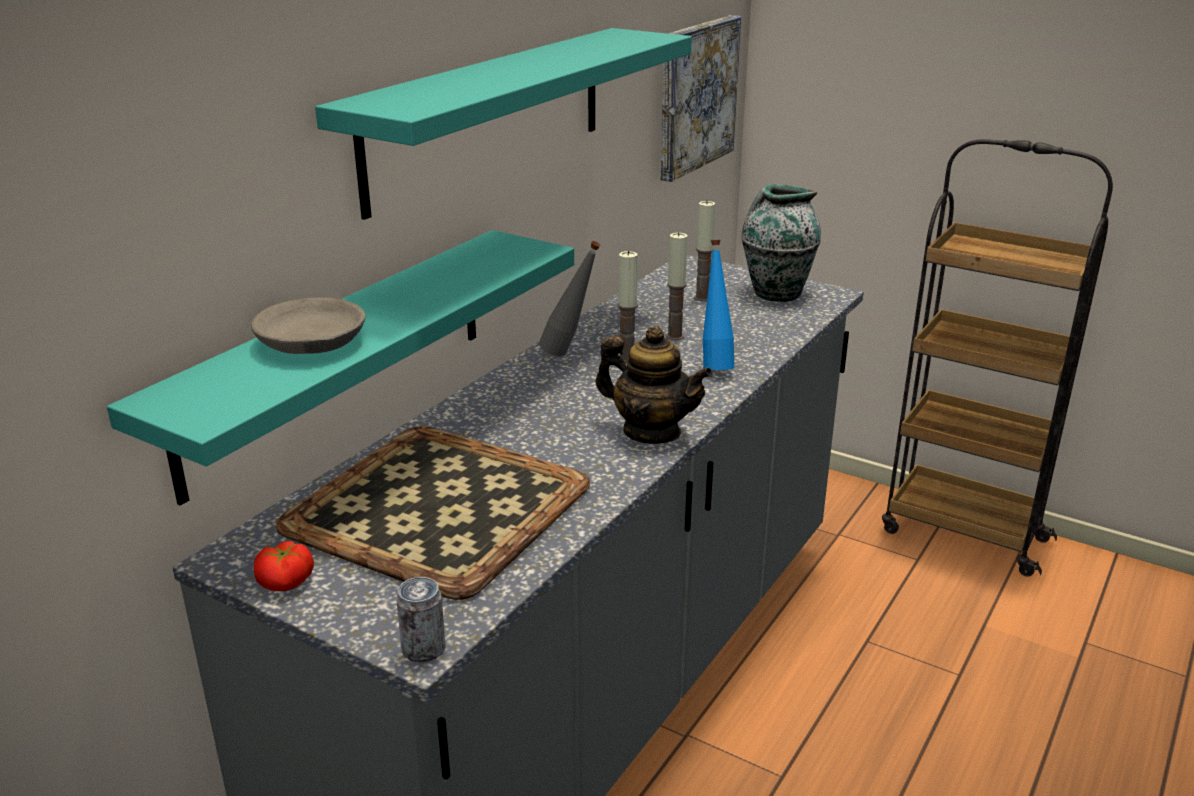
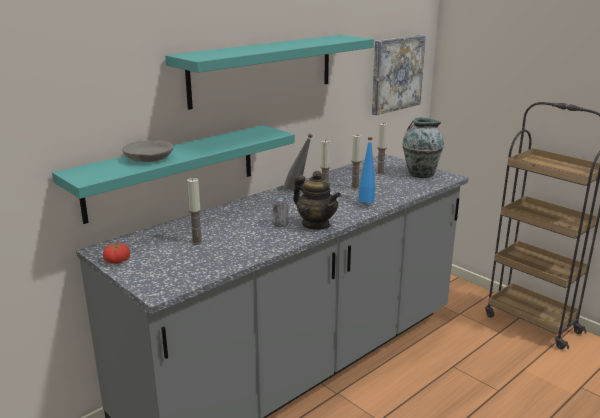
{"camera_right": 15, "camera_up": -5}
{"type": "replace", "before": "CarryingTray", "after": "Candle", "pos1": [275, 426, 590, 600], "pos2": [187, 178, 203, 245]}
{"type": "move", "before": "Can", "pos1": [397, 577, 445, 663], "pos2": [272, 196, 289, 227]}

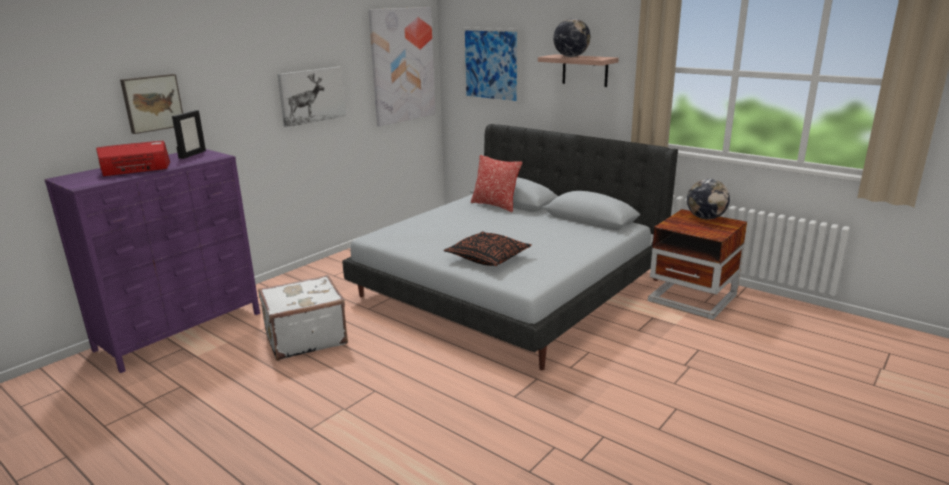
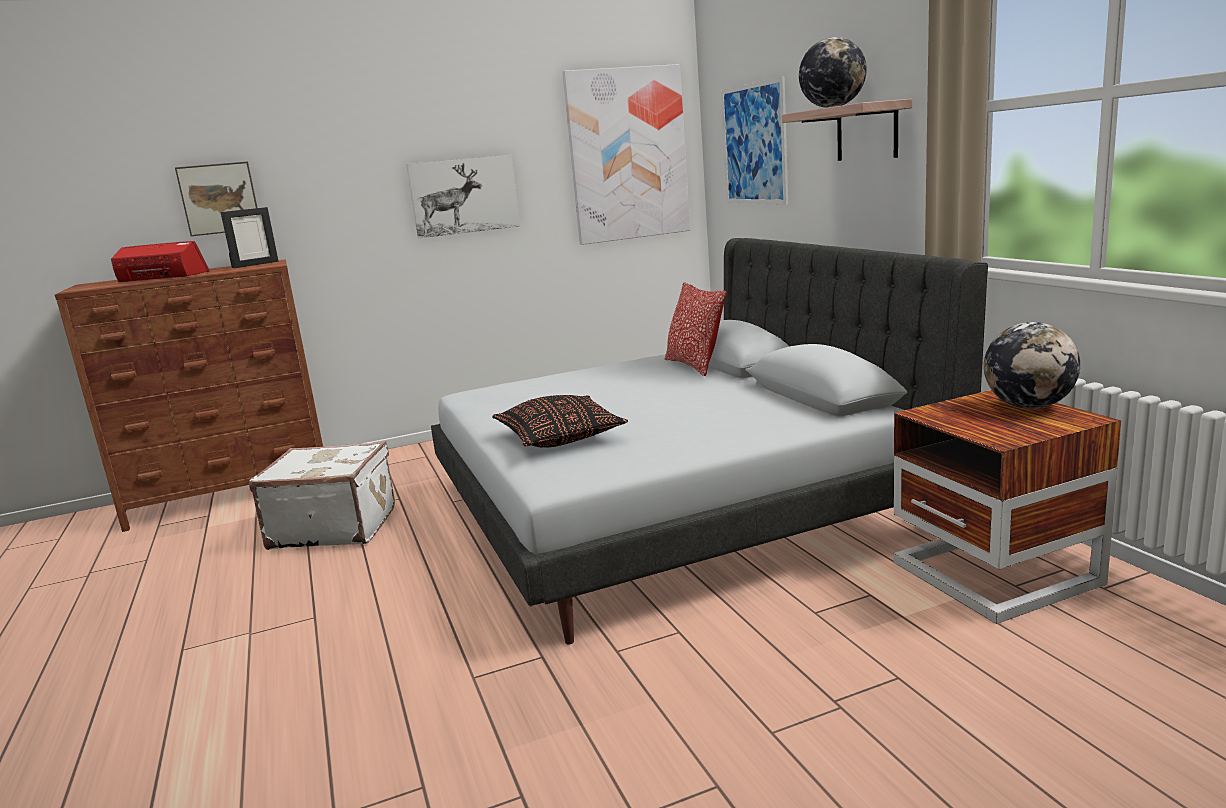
{"camera_right": 30, "camera_up": -5}
{"type": "recolor", "before": "PurpleDrawerChest", "after": "BrownishDrawerChest", "pos1": [44, 149, 260, 373], "pos2": [55, 259, 323, 532]}

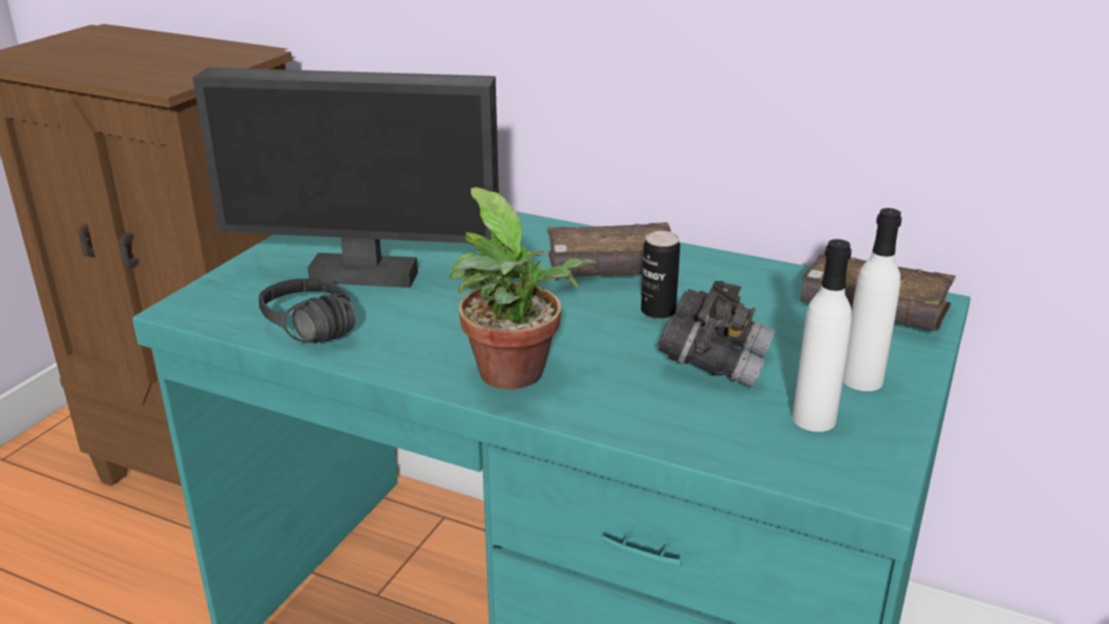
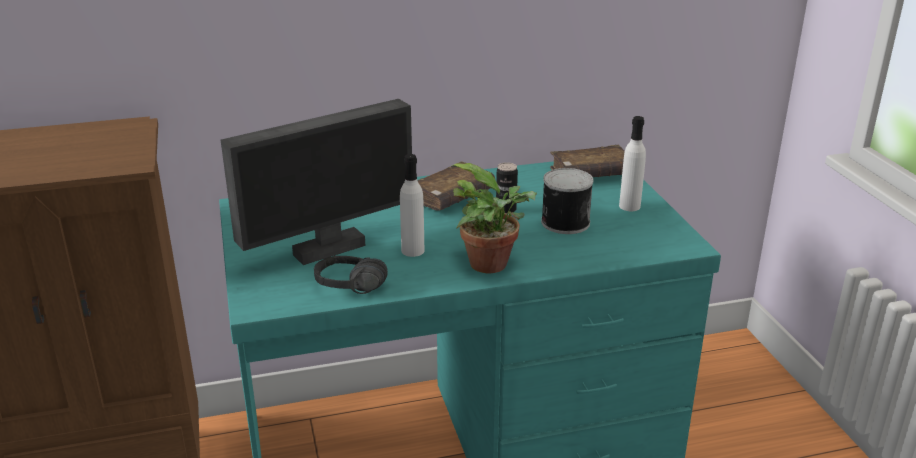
{"camera_right": -40, "camera_up": 0}
{"type": "move", "before": "WhitishBottle", "pos1": [792, 239, 852, 432], "pos2": [400, 154, 424, 257]}
{"type": "replace", "before": "GreyishFieldGlasses", "after": "Can", "pos1": [658, 281, 776, 388], "pos2": [541, 168, 593, 234]}

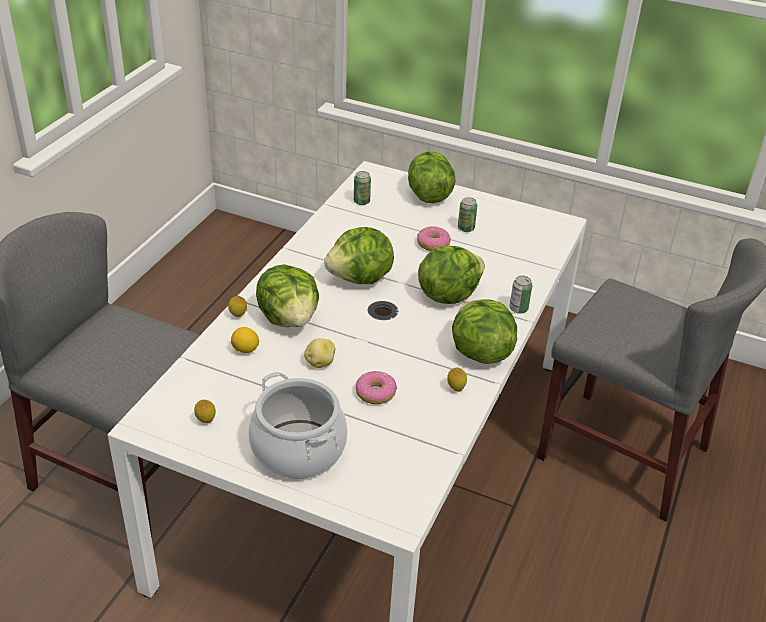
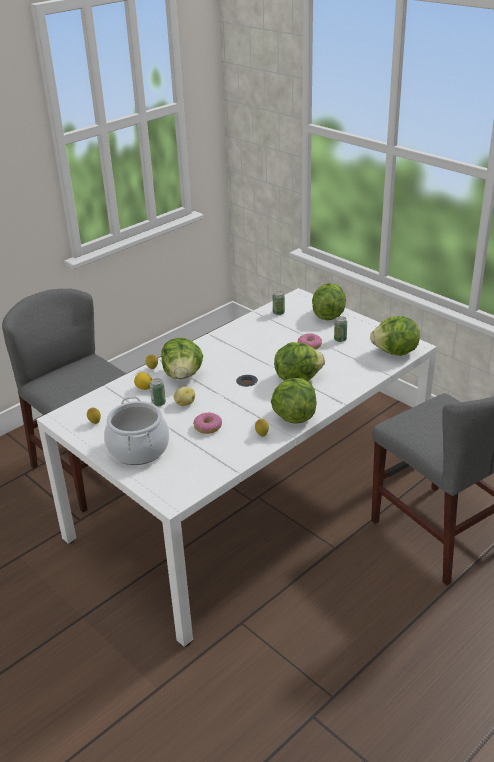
{"camera_right": 25, "camera_up": -5}
{"type": "move", "before": "Can", "pos1": [509, 276, 532, 314], "pos2": [150, 378, 166, 407]}
{"type": "move", "before": "HeadOfLettuce", "pos1": [324, 227, 394, 284], "pos2": [370, 316, 420, 356]}

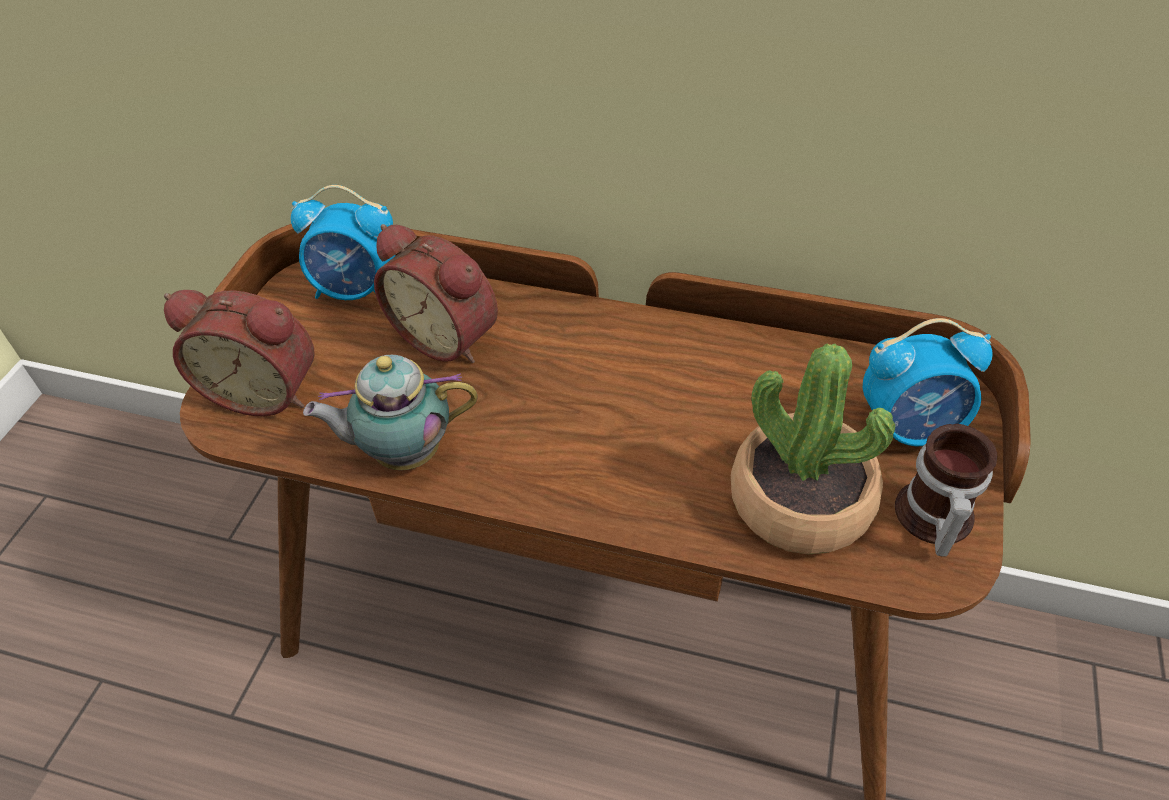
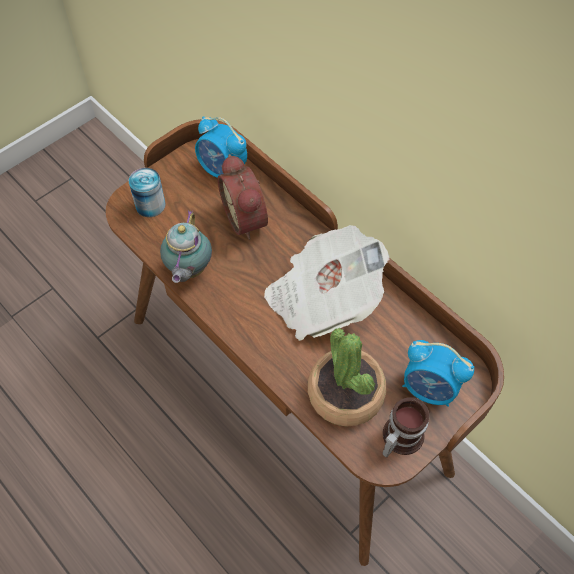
{"camera_right": 30, "camera_up": 10}
{"type": "replace", "before": "BedsideClock", "after": "Can", "pos1": [164, 290, 315, 416], "pos2": [129, 168, 166, 217]}
{"type": "rotate", "before": "Teapot", "pos1": [303, 355, 478, 470], "pos2": [160, 210, 212, 283], "turn": -105}
{"type": "insert", "after": "DailyPaper", "pos2": [264, 225, 390, 341]}

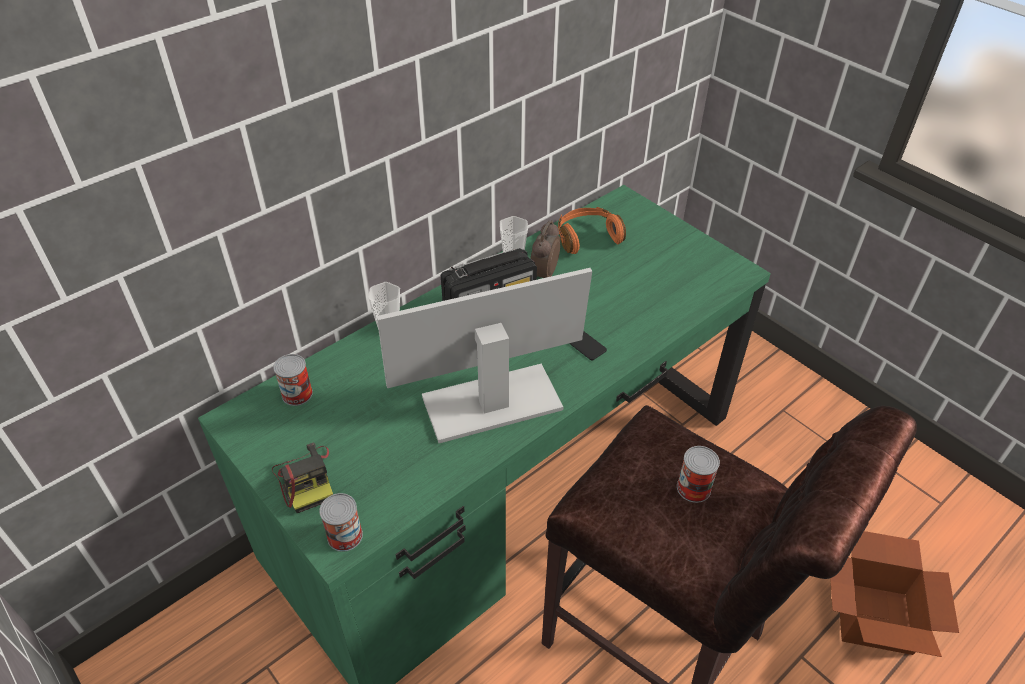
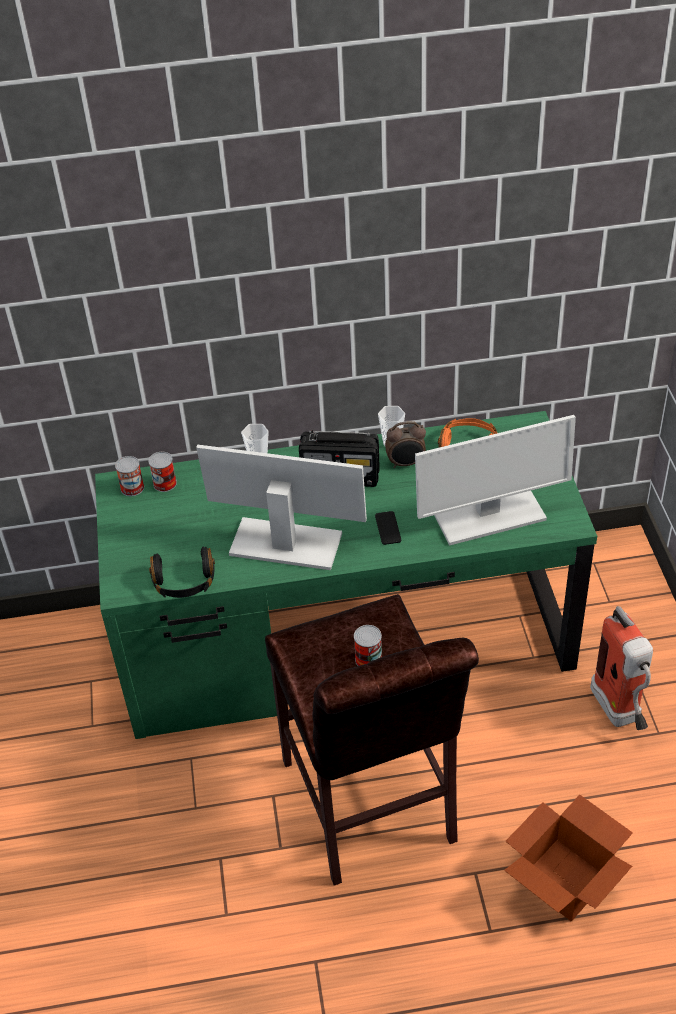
{"camera_right": 35, "camera_up": 0}
{"type": "move", "before": "Can", "pos1": [319, 493, 363, 552], "pos2": [115, 456, 144, 496]}
{"type": "insert", "after": "BlackPairOfHeadphones", "pos2": [149, 547, 215, 598]}
{"type": "rotate", "before": "BedsideClock", "pos1": [530, 220, 560, 278], "pos2": [385, 421, 426, 468], "turn": -150}
{"type": "insert", "after": "ComputerDisplay", "pos2": [415, 415, 576, 546]}
{"type": "insert", "after": "FireExtinguisher", "pos2": [590, 606, 653, 730]}
{"type": "delete", "before": "PhotoCamera", "pos1": [272, 442, 333, 513]}

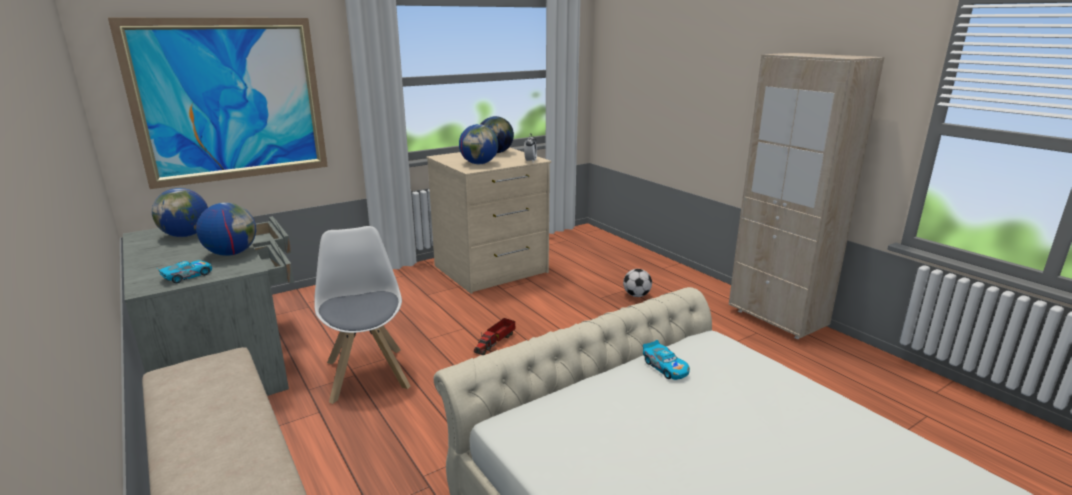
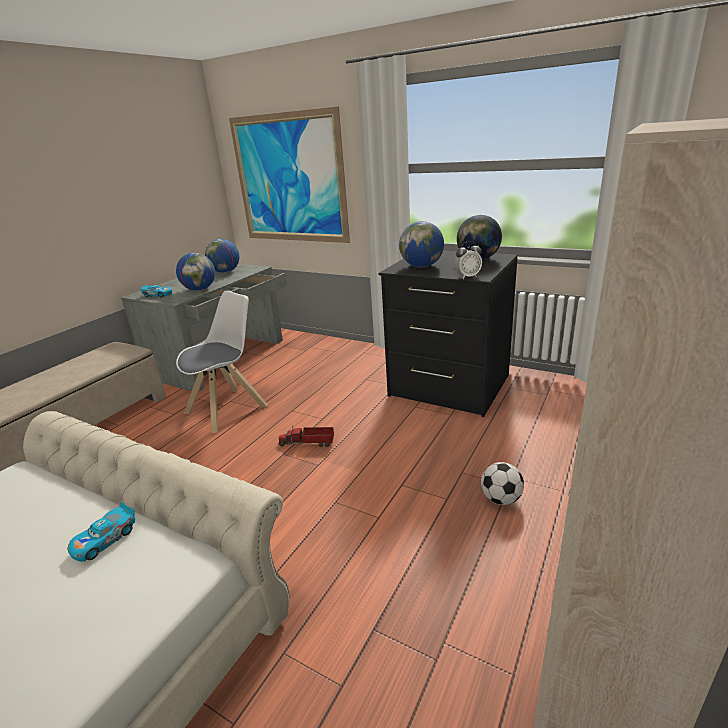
{"camera_right": 65, "camera_up": 5}
{"type": "recolor", "before": "SandColouredDrawerChest", "after": "BlackDrawerChest", "pos1": [426, 147, 551, 294], "pos2": [378, 251, 518, 417]}

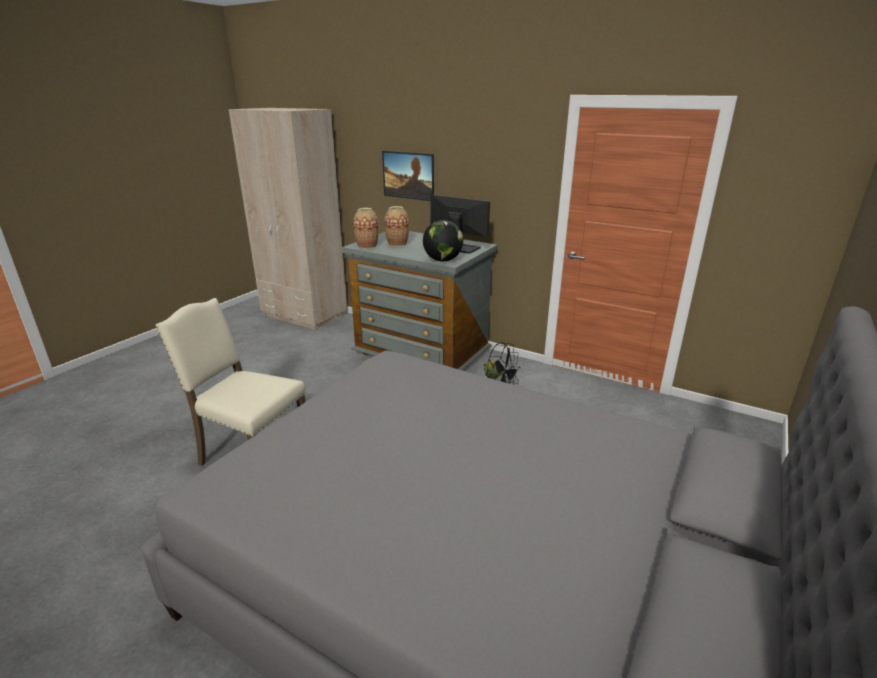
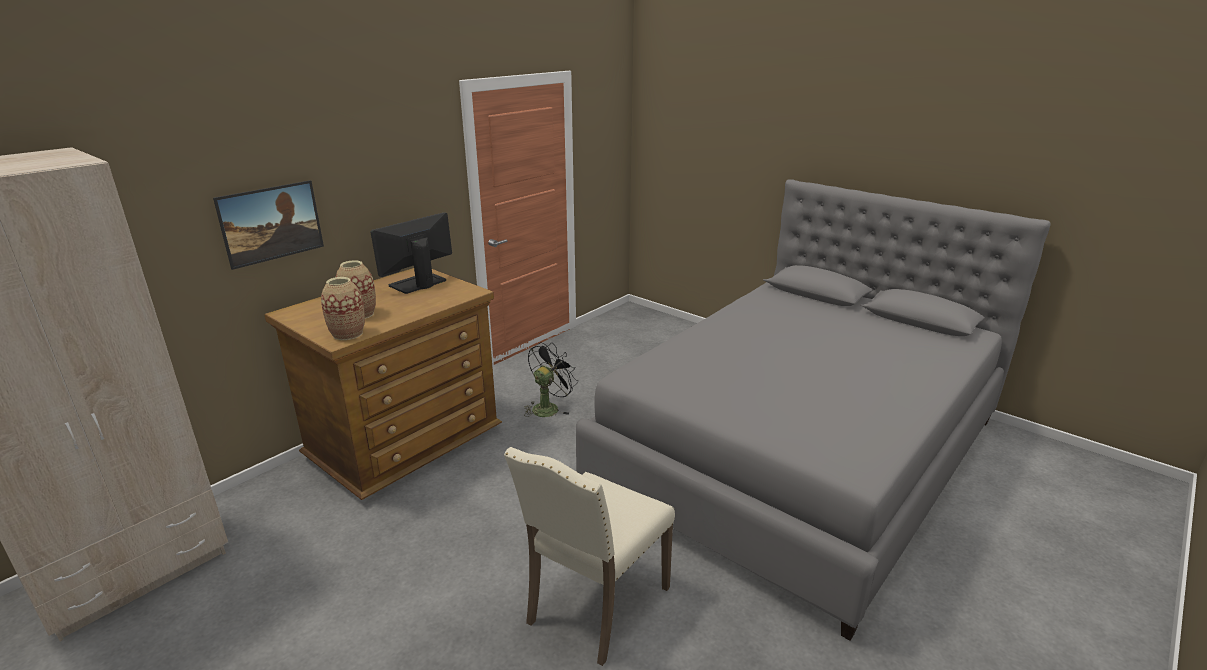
{"camera_right": -80, "camera_up": 0}
{"type": "recolor", "before": "GreyishDrawerChest", "after": "BrownishDrawerChest", "pos1": [342, 231, 498, 371], "pos2": [264, 268, 502, 500]}
{"type": "delete", "before": "DeskGlobe", "pos1": [423, 220, 463, 261]}

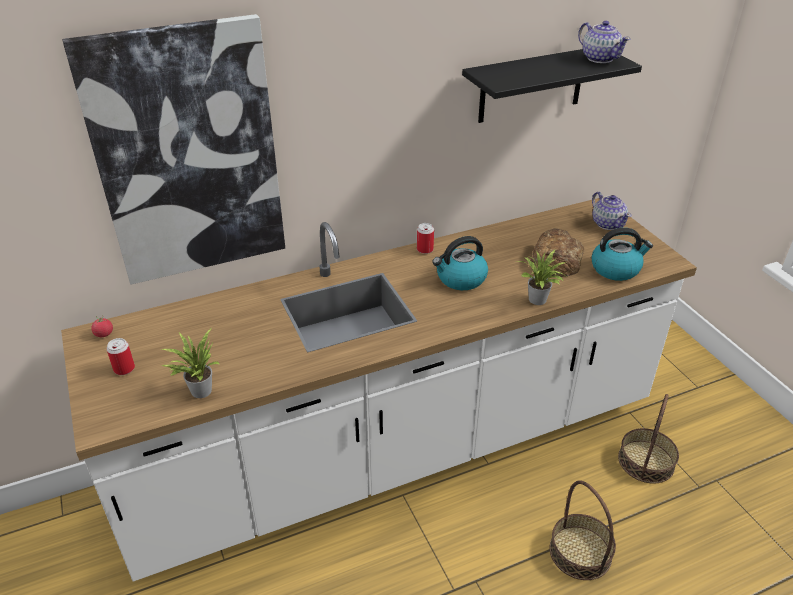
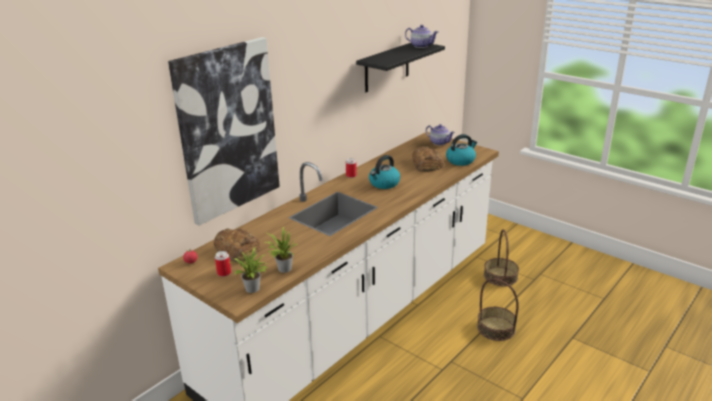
{"camera_right": -25, "camera_up": -10}
{"type": "insert", "after": "Bread", "pos2": [214, 228, 260, 262]}
{"type": "move", "before": "PottedPlant", "pos1": [516, 250, 566, 305], "pos2": [229, 248, 268, 293]}

